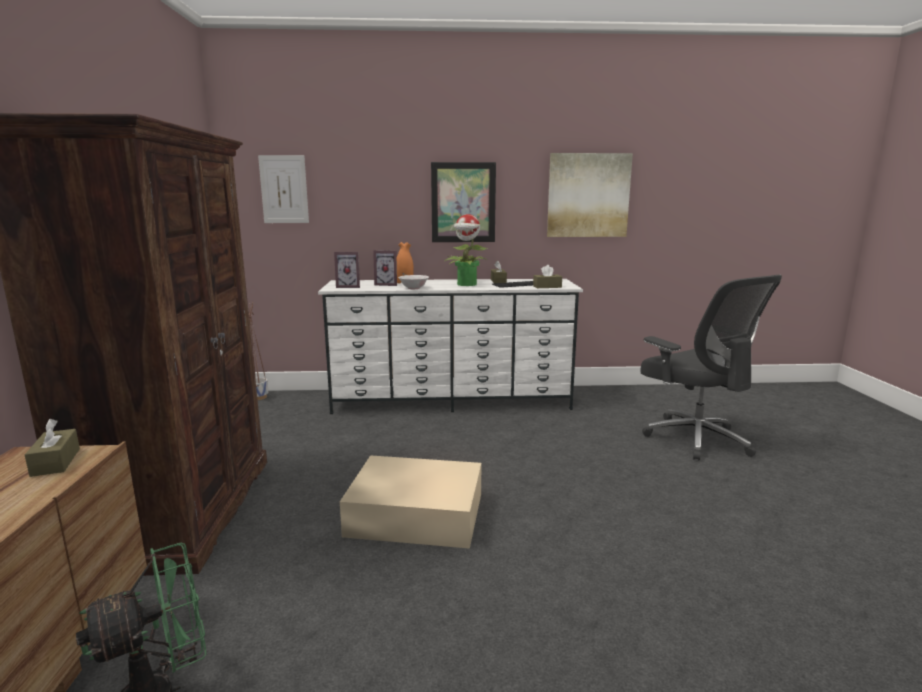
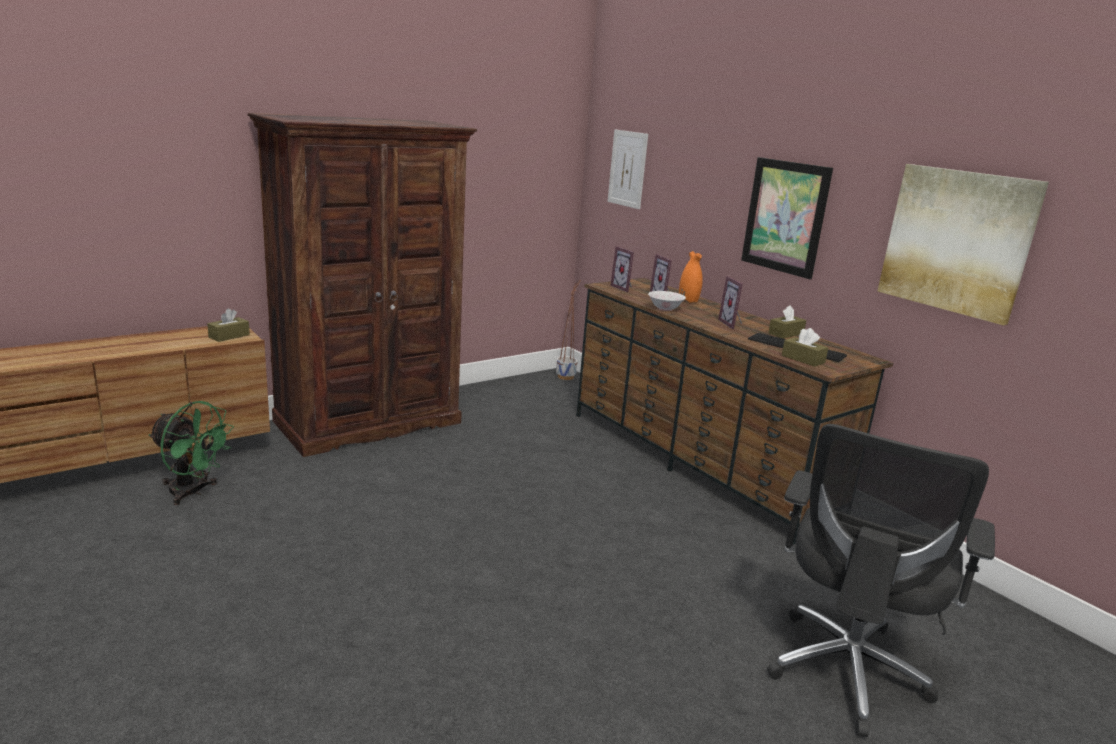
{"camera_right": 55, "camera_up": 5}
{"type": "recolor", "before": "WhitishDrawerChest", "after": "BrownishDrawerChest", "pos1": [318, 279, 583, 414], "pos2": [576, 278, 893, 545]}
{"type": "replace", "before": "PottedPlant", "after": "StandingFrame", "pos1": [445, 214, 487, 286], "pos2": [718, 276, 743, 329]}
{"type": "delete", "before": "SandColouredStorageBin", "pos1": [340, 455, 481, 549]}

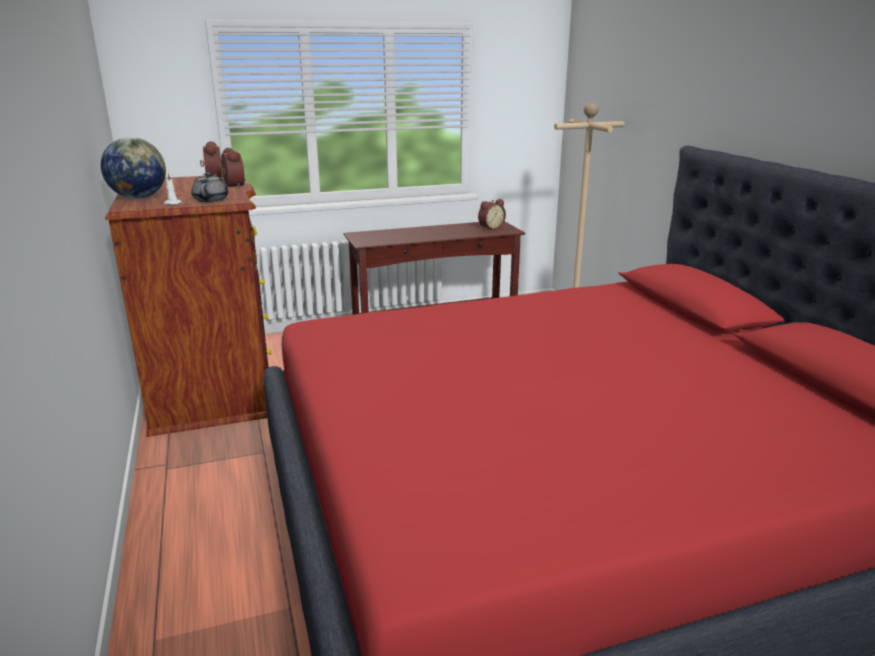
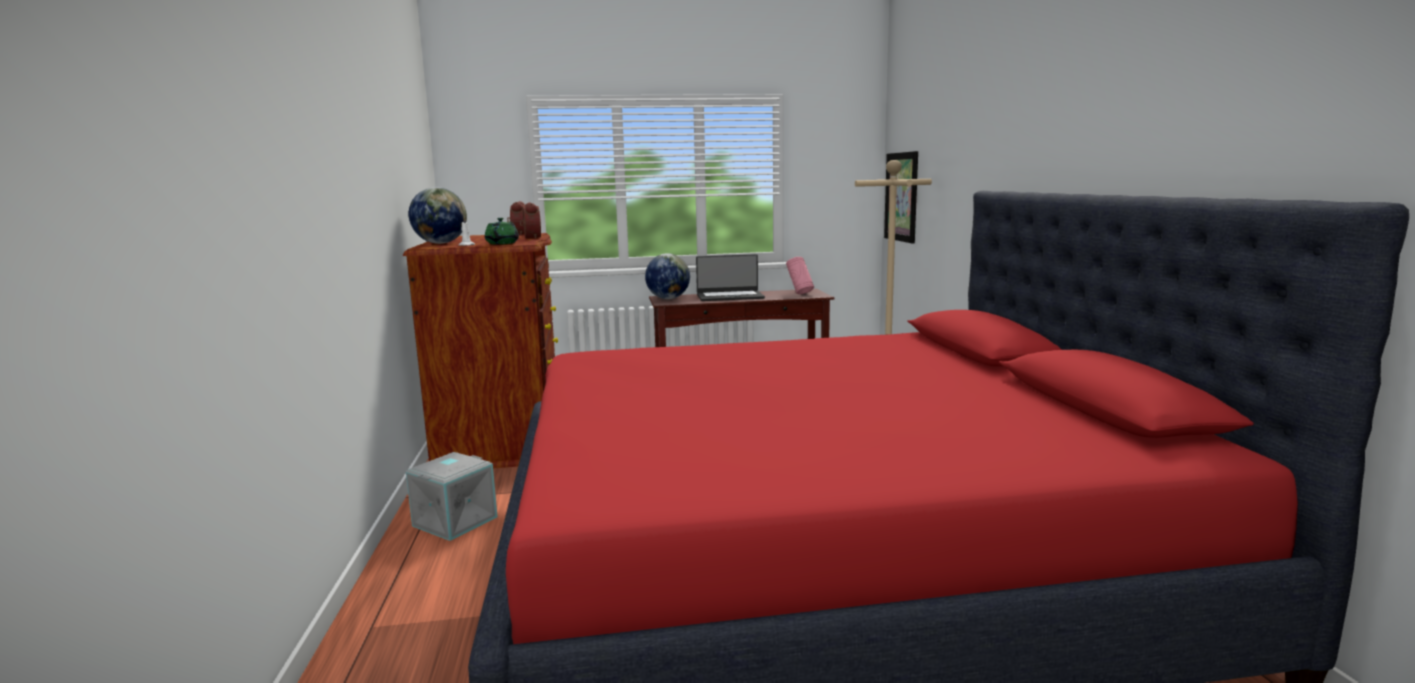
{"camera_right": 10, "camera_up": -10}
{"type": "insert", "after": "GreyishStorageBin", "pos2": [406, 452, 498, 541]}
{"type": "recolor", "before": "GreyishTeapot", "after": "GreenTeapot", "pos1": [191, 172, 228, 202], "pos2": [485, 218, 519, 244]}
{"type": "insert", "after": "DeskGlobe", "pos2": [645, 253, 690, 299]}
{"type": "insert", "after": "Laptop", "pos2": [696, 254, 765, 301]}
{"type": "replace", "before": "BedsideClock", "after": "PinkishFlowerVase", "pos1": [478, 199, 506, 230], "pos2": [786, 257, 814, 294]}
{"type": "insert", "after": "WallPicture", "pos2": [884, 151, 918, 244]}

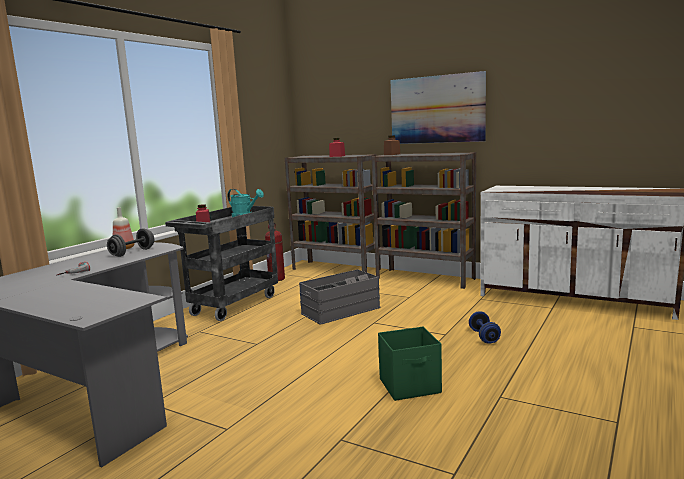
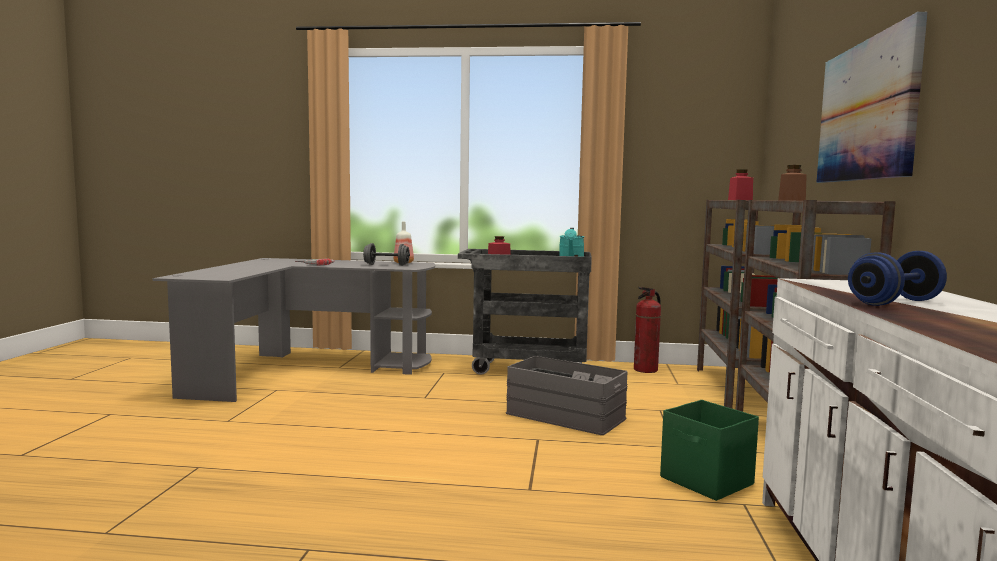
{"camera_right": 65, "camera_up": -5}
{"type": "move", "before": "GreenStorageBin", "pos1": [378, 327, 442, 401], "pos2": [660, 400, 759, 501]}
{"type": "move", "before": "BlueColouredHandWeight", "pos1": [469, 311, 501, 344], "pos2": [848, 251, 947, 306]}

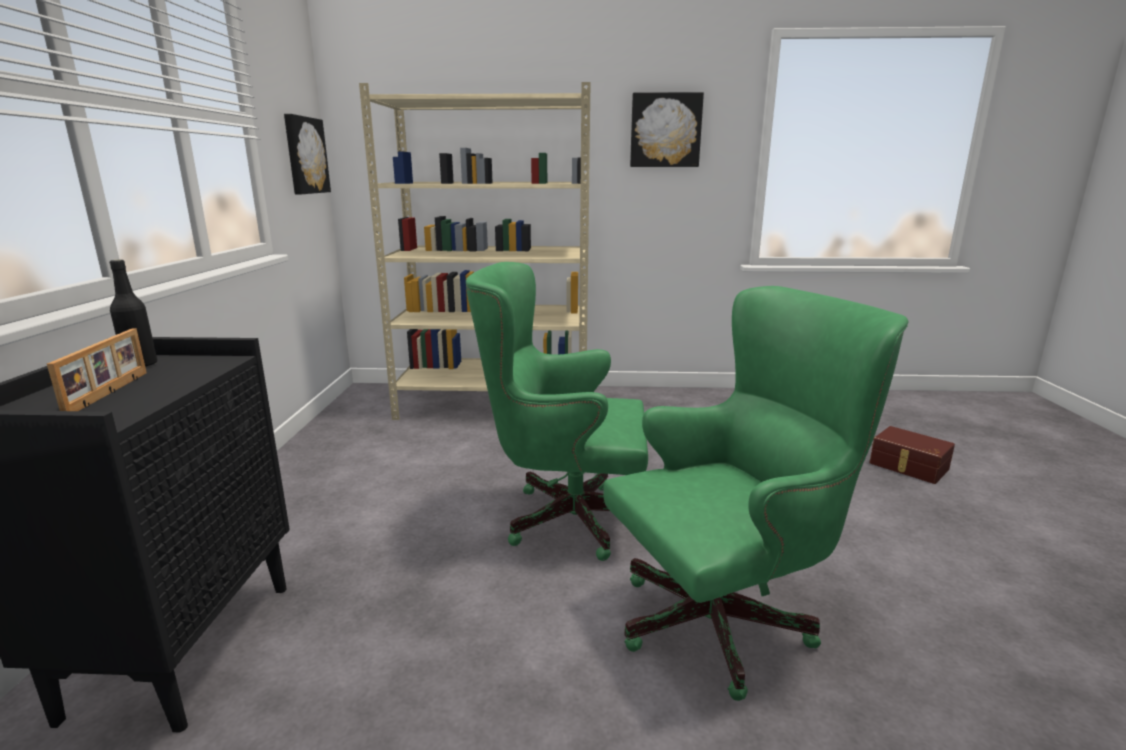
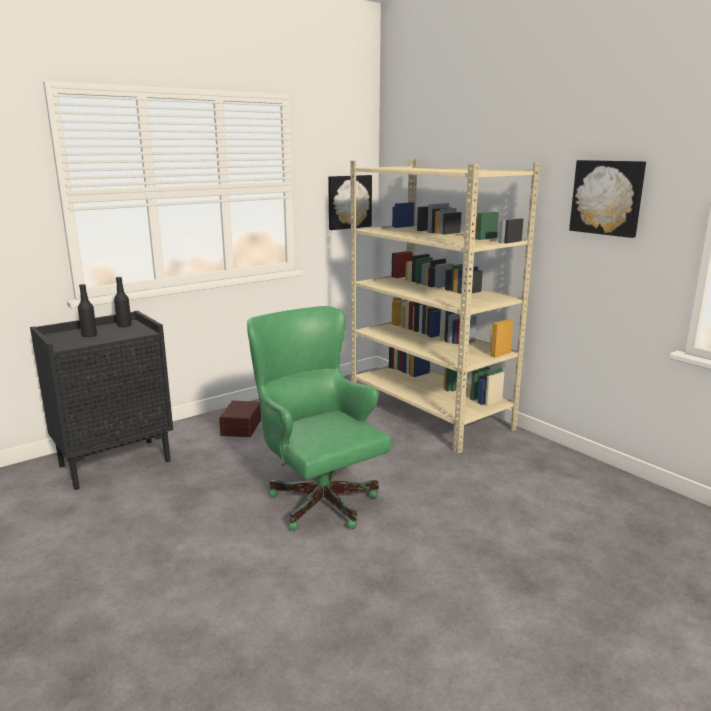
{"camera_right": 50, "camera_up": 0}
{"type": "replace", "before": "StandingFrame", "after": "BlackBottle", "pos1": [47, 329, 147, 411], "pos2": [78, 284, 97, 337]}
{"type": "move", "before": "BrownishStorageBin", "pos1": [869, 426, 955, 484], "pos2": [219, 401, 261, 437]}
{"type": "delete", "before": "GreenComputerChair", "pos1": [603, 286, 908, 701]}

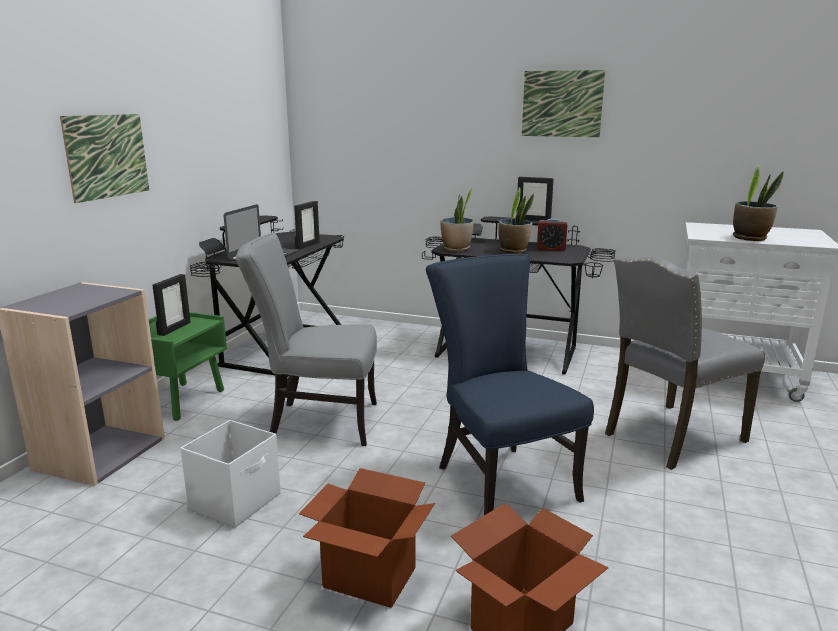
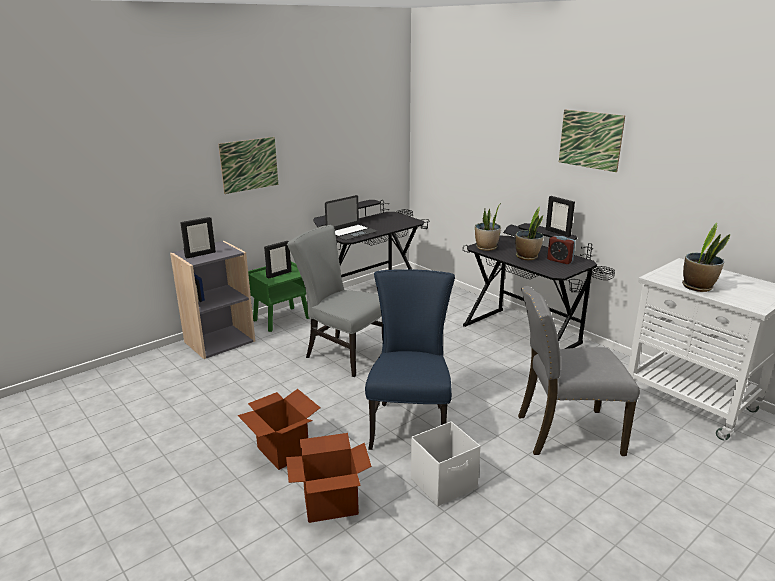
{"camera_right": 30, "camera_up": 5}
{"type": "move", "before": "StandingFrame", "pos1": [294, 201, 320, 249], "pos2": [180, 217, 216, 258]}
{"type": "move", "before": "WhitishStorageBin", "pos1": [180, 420, 281, 528], "pos2": [411, 421, 480, 506]}

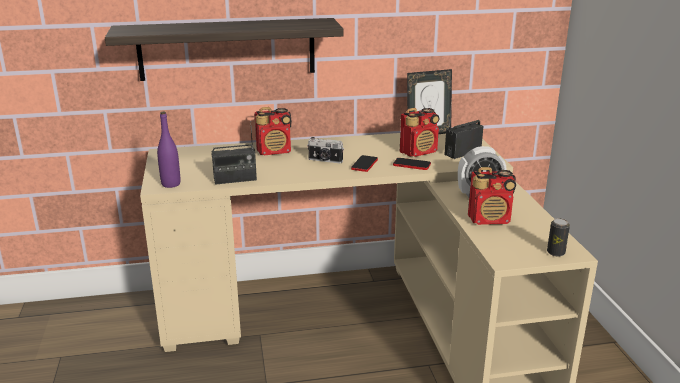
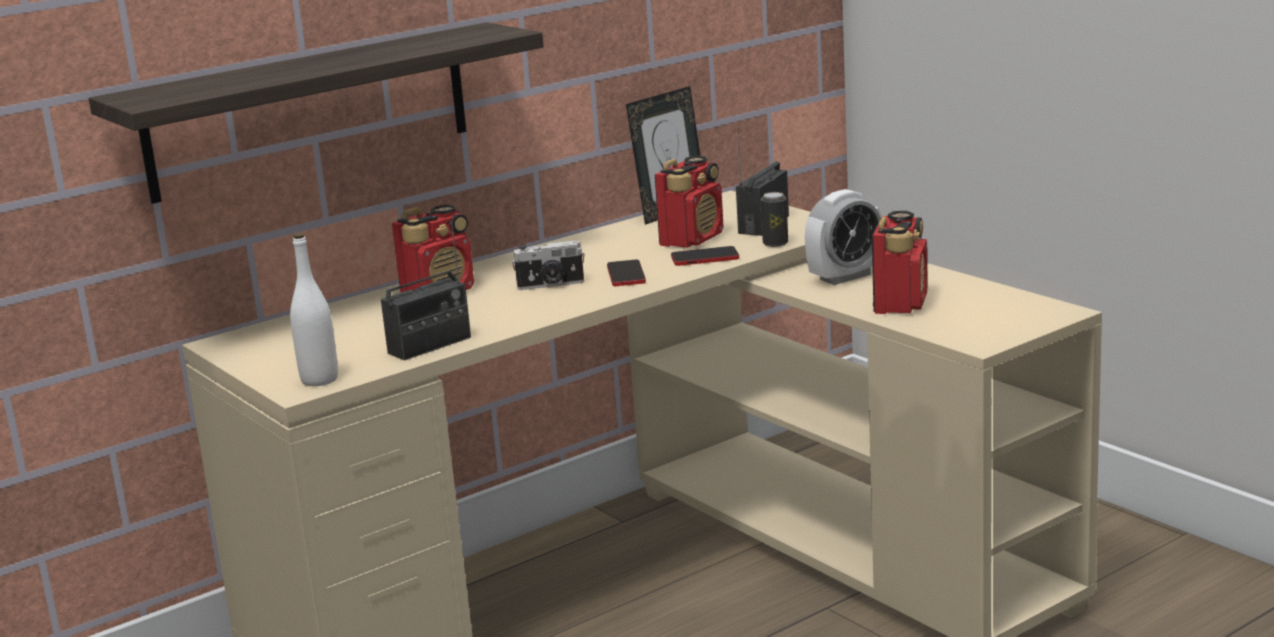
{"camera_right": -25, "camera_up": -5}
{"type": "recolor", "before": "PurpleBottle", "after": "WhitishBottle", "pos1": [157, 111, 180, 188], "pos2": [290, 233, 338, 386]}
{"type": "move", "before": "Can", "pos1": [547, 218, 570, 257], "pos2": [761, 192, 788, 247]}
{"type": "rotate", "before": "Radio", "pos1": [468, 167, 516, 225], "pos2": [871, 211, 928, 314], "turn": -45}

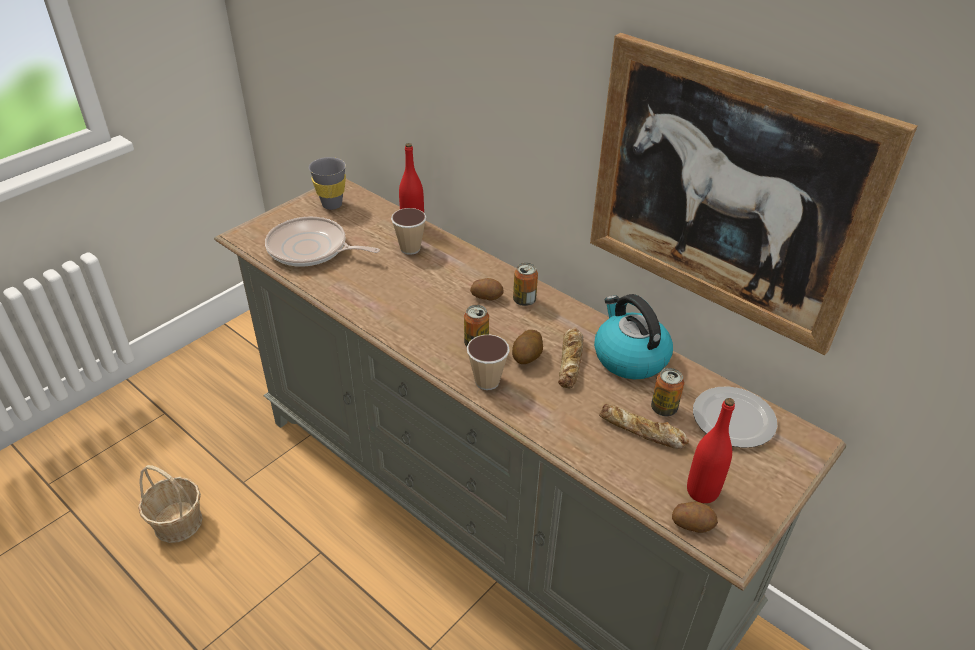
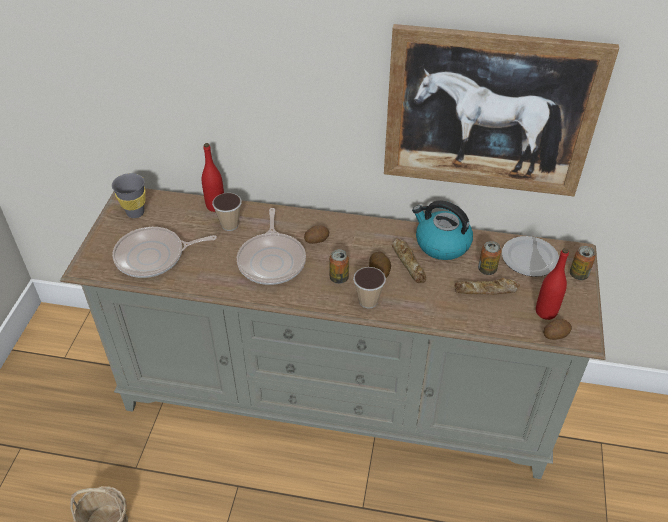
{"camera_right": -30, "camera_up": 5}
{"type": "insert", "after": "Pan", "pos2": [237, 208, 306, 285]}
{"type": "move", "before": "Can", "pos1": [513, 263, 538, 306], "pos2": [570, 246, 595, 280]}

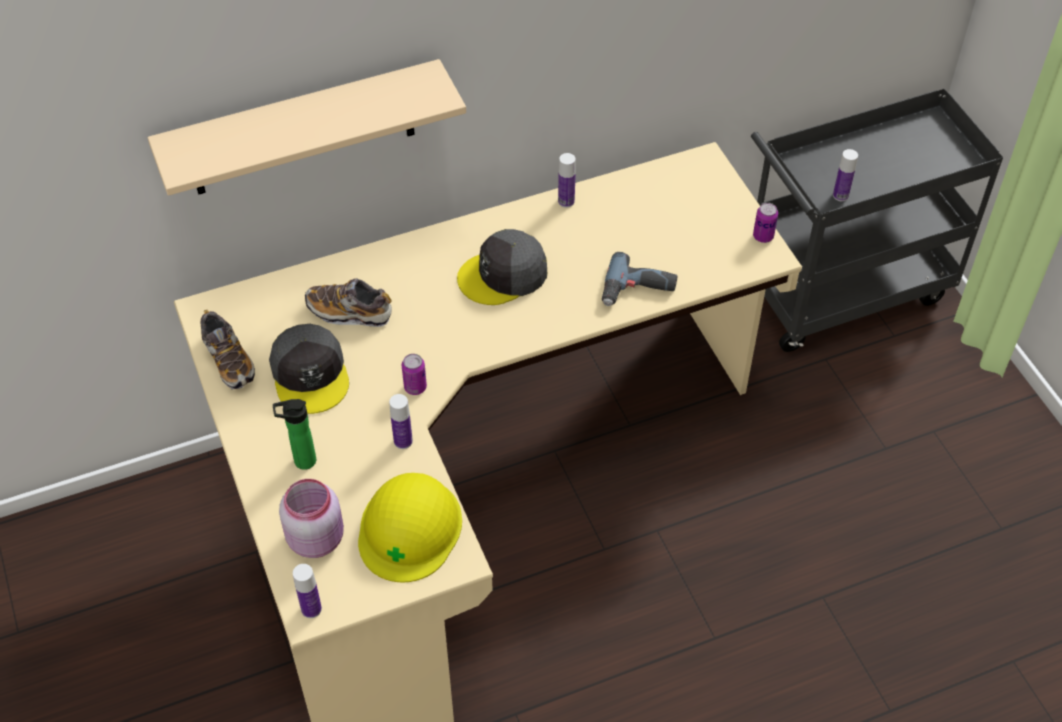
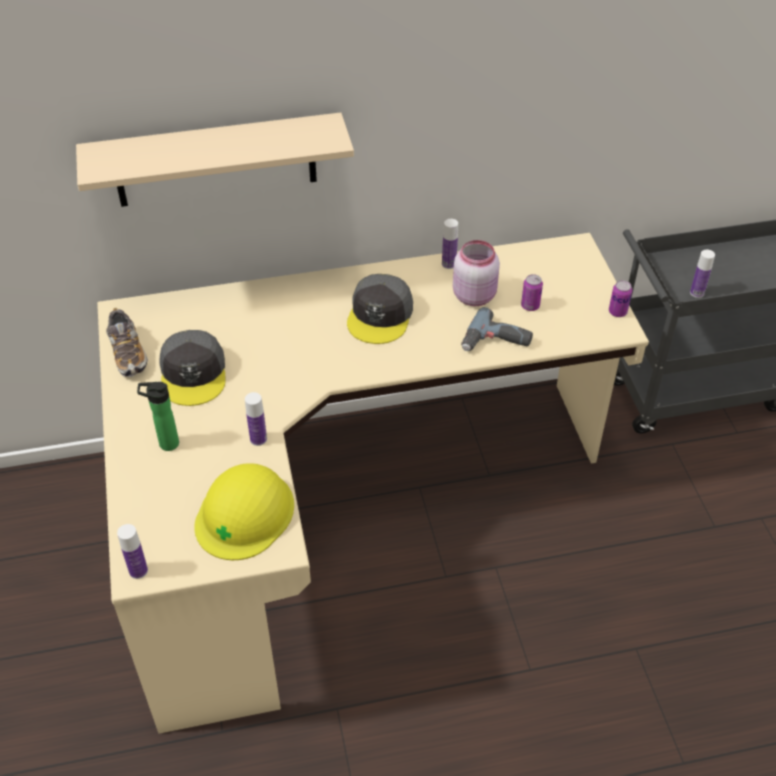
{"camera_right": 10, "camera_up": -5}
{"type": "rotate", "before": "GreyishBaseballCap", "pos1": [457, 229, 547, 305], "pos2": [347, 274, 413, 344], "turn": -60}
{"type": "move", "before": "PinkishJar", "pos1": [279, 479, 344, 558], "pos2": [453, 240, 500, 306]}
{"type": "move", "before": "Can", "pos1": [402, 354, 427, 395], "pos2": [521, 274, 543, 311]}
{"type": "delete", "before": "LowShoe", "pos1": [305, 278, 392, 327]}

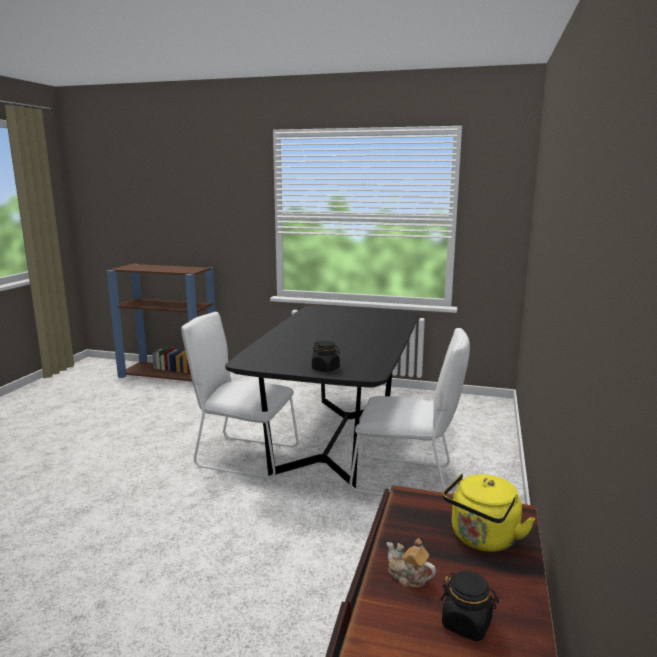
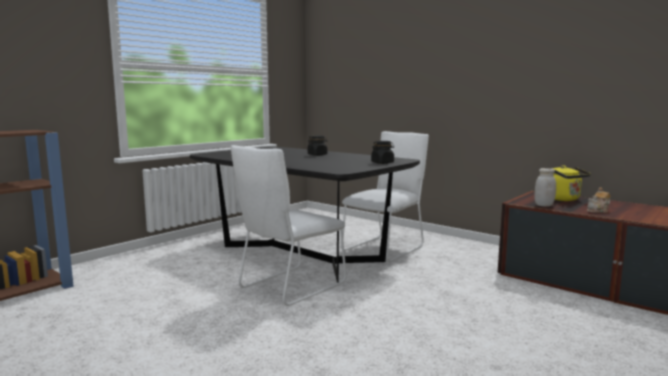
{"camera_right": -65, "camera_up": -5}
{"type": "move", "before": "BlackJar", "pos1": [441, 571, 499, 641], "pos2": [308, 135, 327, 156]}
{"type": "insert", "after": "WhitishJar", "pos2": [534, 168, 556, 207]}

